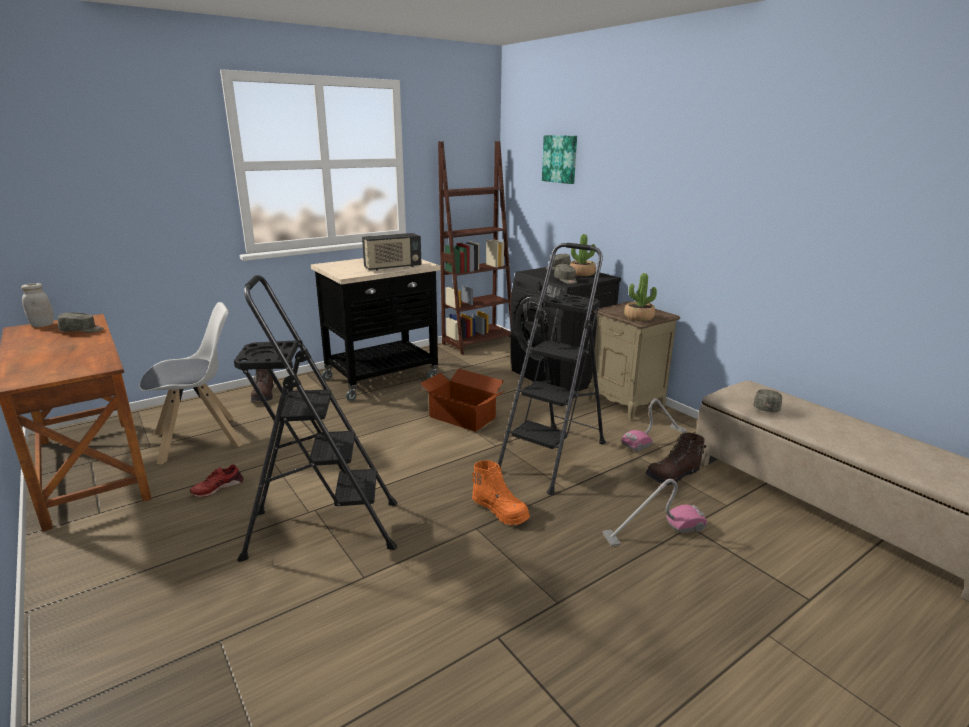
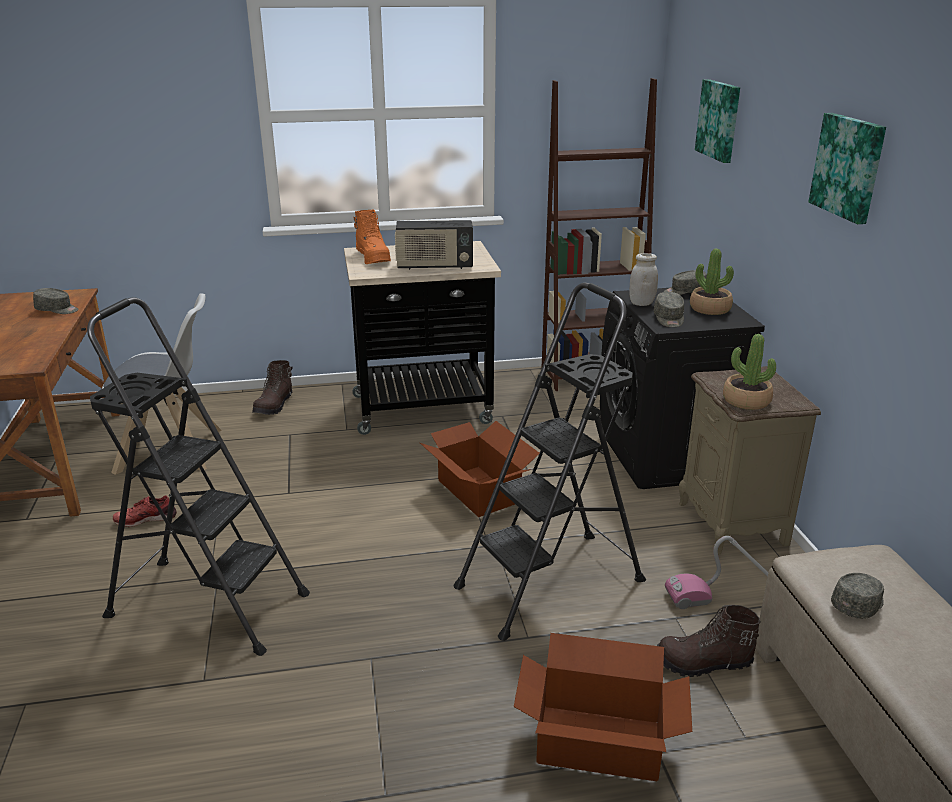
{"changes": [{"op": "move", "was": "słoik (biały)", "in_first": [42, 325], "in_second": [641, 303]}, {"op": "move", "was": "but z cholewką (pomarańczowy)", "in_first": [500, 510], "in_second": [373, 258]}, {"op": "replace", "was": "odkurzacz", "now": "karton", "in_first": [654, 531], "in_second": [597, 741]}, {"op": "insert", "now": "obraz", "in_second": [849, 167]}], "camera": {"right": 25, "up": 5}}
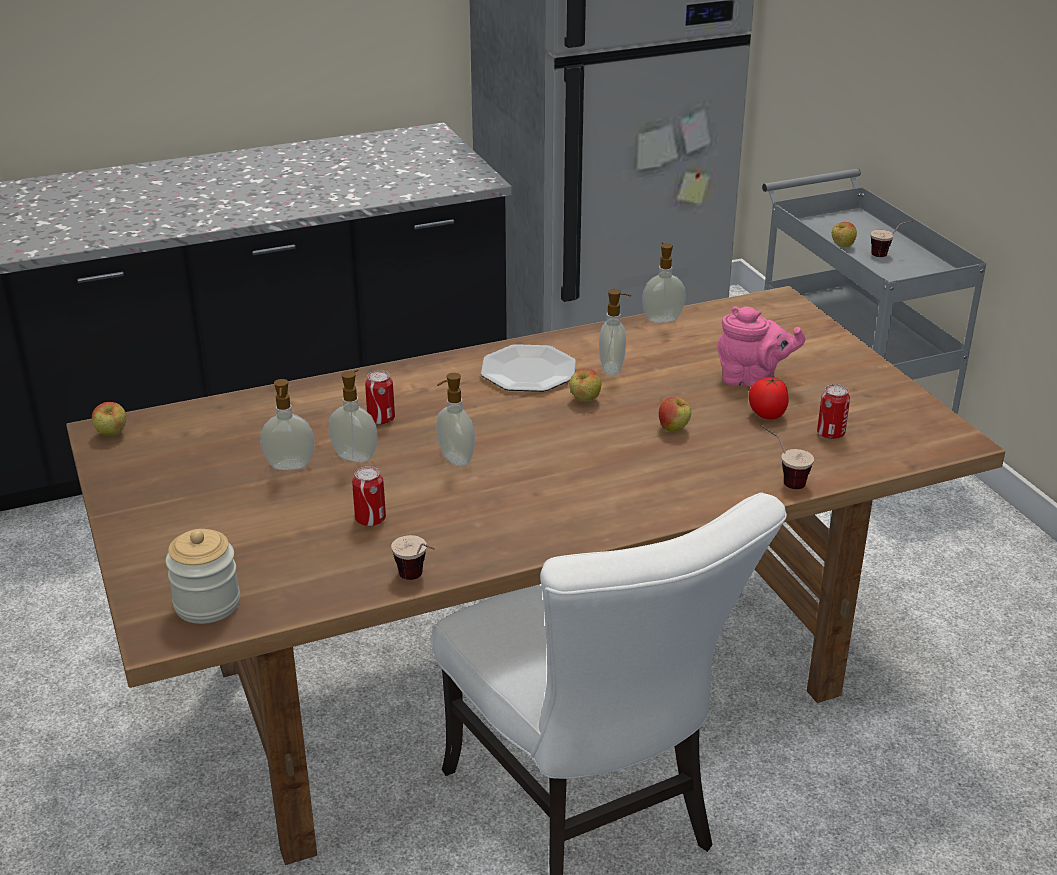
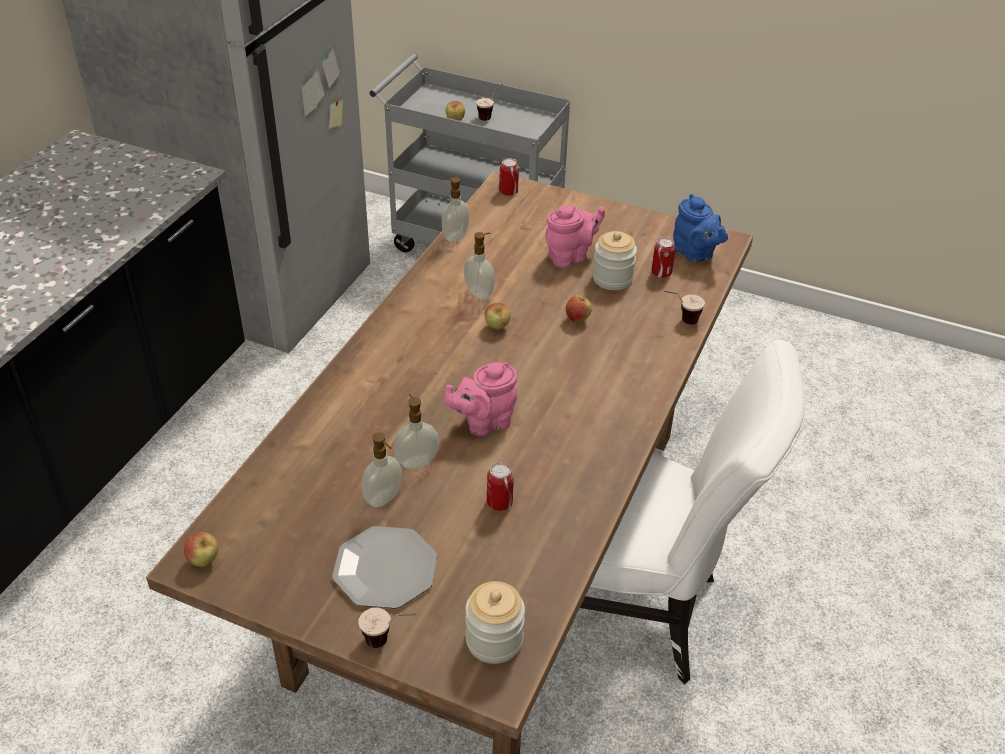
{"changes": [{"op": "move", "was": "puszka", "in_first": [381, 419], "in_second": [508, 192]}, {"op": "move", "was": "filiżanka", "in_first": [418, 580], "in_second": [389, 641]}, {"op": "replace", "was": "dozownik mydła", "now": "imbryk (różowy)", "in_first": [454, 459], "in_second": [484, 422]}, {"op": "move", "was": "talerz", "in_first": [528, 371], "in_second": [385, 569]}, {"op": "replace", "was": "pomidor", "now": "słoik", "in_first": [767, 415], "in_second": [612, 278]}, {"op": "insert", "now": "imbryk (niebieski)", "in_second": [695, 254]}], "camera": {"right": -45, "up": 10}}
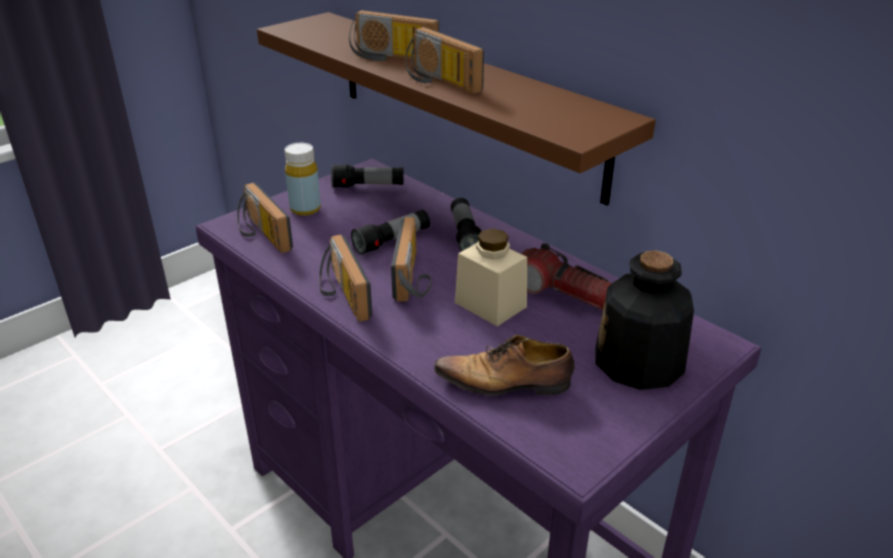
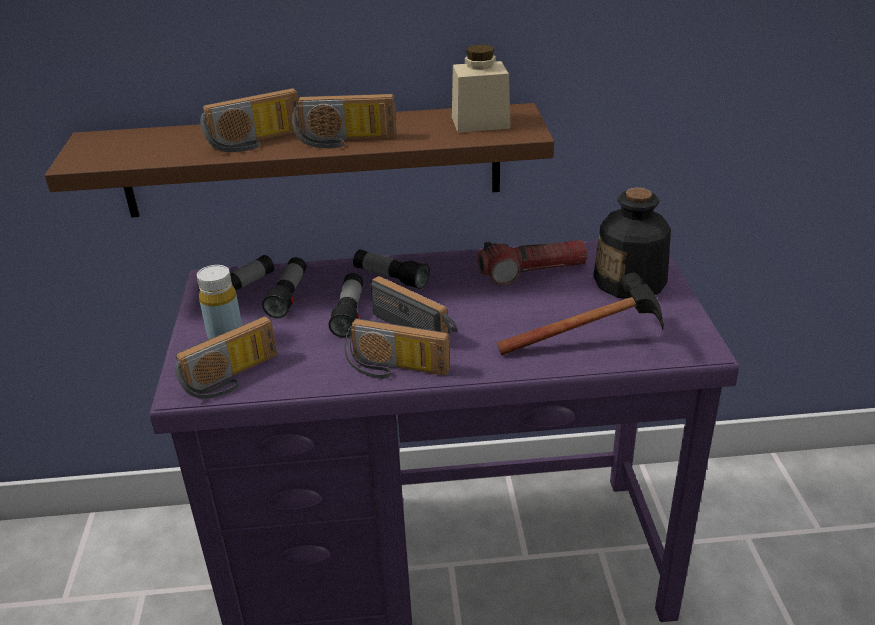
{"changes": [{"op": "rotate", "was": "radio", "in_first": [261, 234], "in_second": [233, 378], "clockwise": -45}, {"op": "replace", "was": "but", "now": "młotek", "in_first": [506, 383], "in_second": [596, 341]}, {"op": "move", "was": "słoik (beżowy)", "in_first": [490, 304], "in_second": [480, 122]}, {"op": "insert", "now": "latarka", "in_second": [288, 296]}], "camera": {"right": -50, "up": 0}}
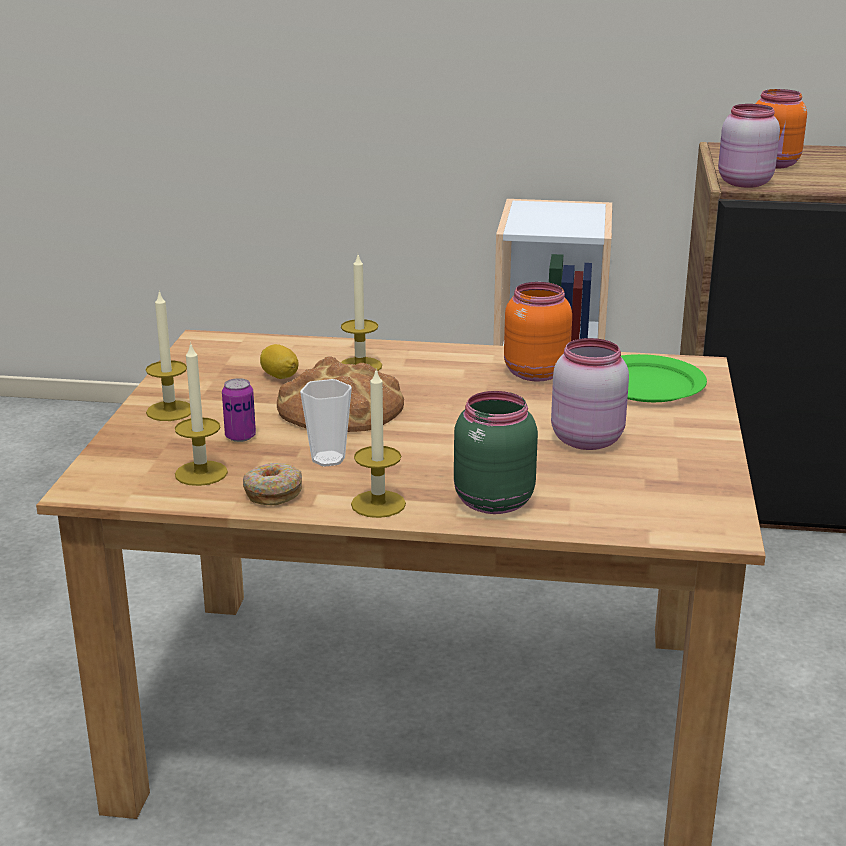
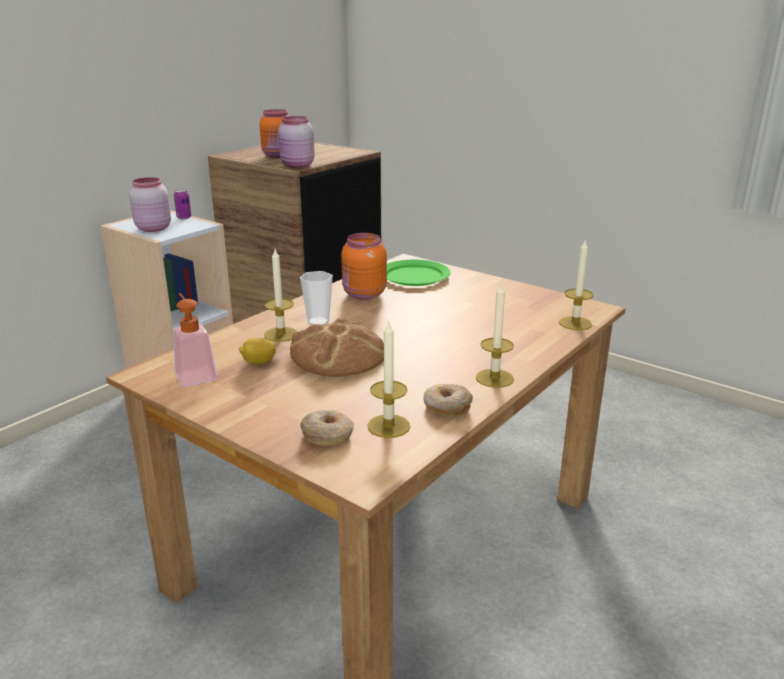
{"changes": [{"op": "move", "was": "świeca", "in_first": [170, 411], "in_second": [575, 323]}, {"op": "move", "was": "puszka", "in_first": [240, 436], "in_second": [184, 217]}, {"op": "move", "was": "filiżanka", "in_first": [328, 459], "in_second": [318, 322]}, {"op": "delete", "was": "słoik (zielony)", "in_first": [491, 502]}, {"op": "move", "was": "słoik (różowy)", "in_first": [586, 439], "in_second": [152, 228]}, {"op": "insert", "now": "dozownik mydła", "in_second": [194, 374]}, {"op": "insert", "now": "donut", "in_second": [328, 435]}], "camera": {"right": -60, "up": 0}}
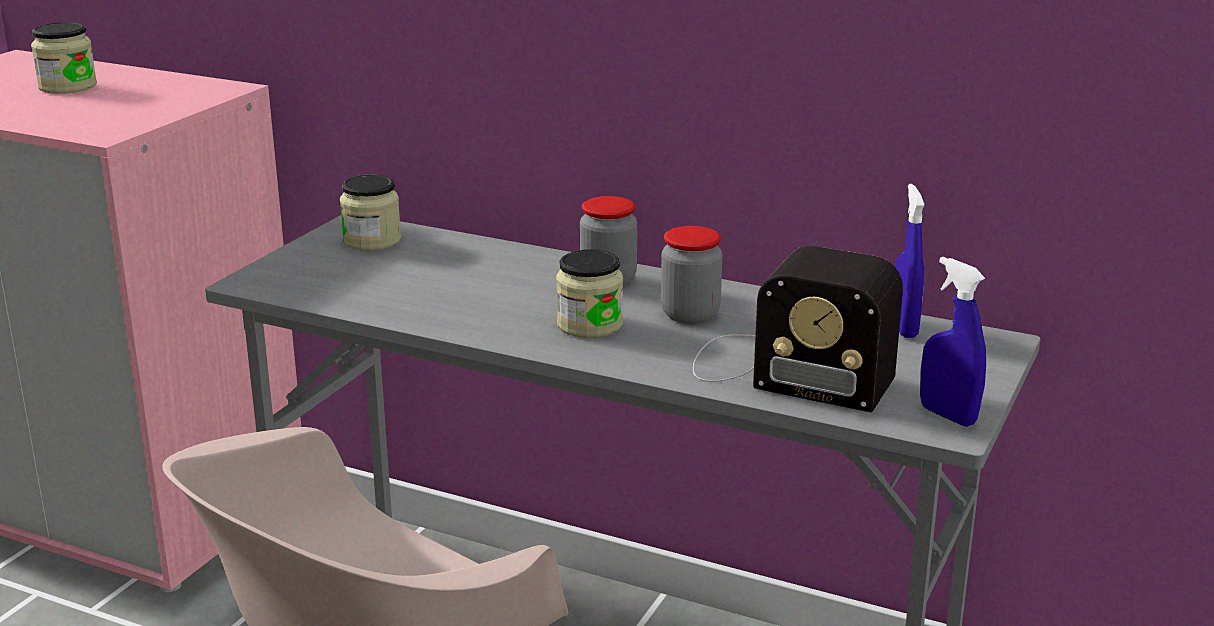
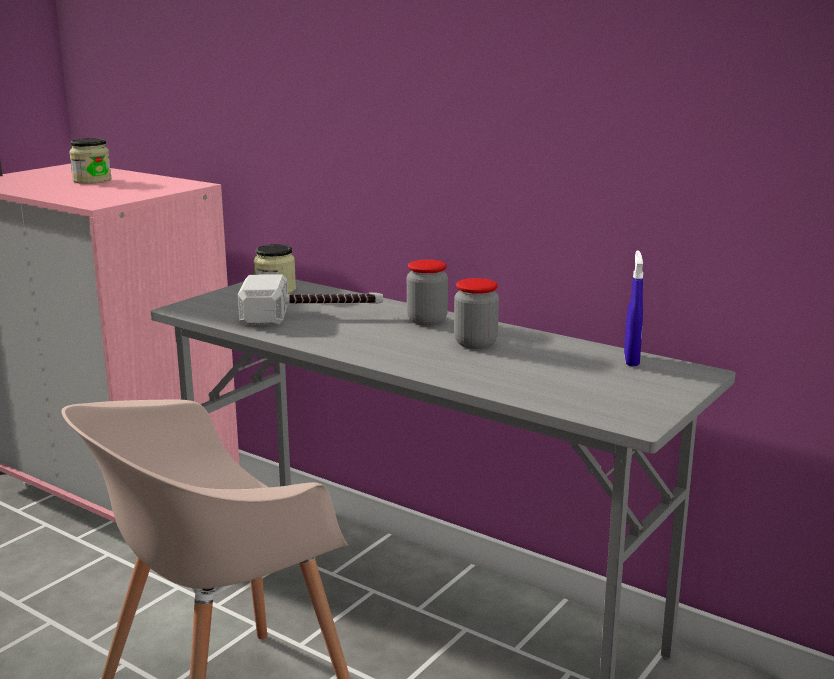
{"changes": [{"op": "delete", "was": "słoik", "in_first": [589, 325]}, {"op": "delete", "was": "radio", "in_first": [784, 370]}, {"op": "delete", "was": "spryskiwacz (niebieski)", "in_first": [947, 415]}, {"op": "insert", "now": "młotek", "in_second": [312, 315]}], "camera": {"right": 10, "up": -5}}
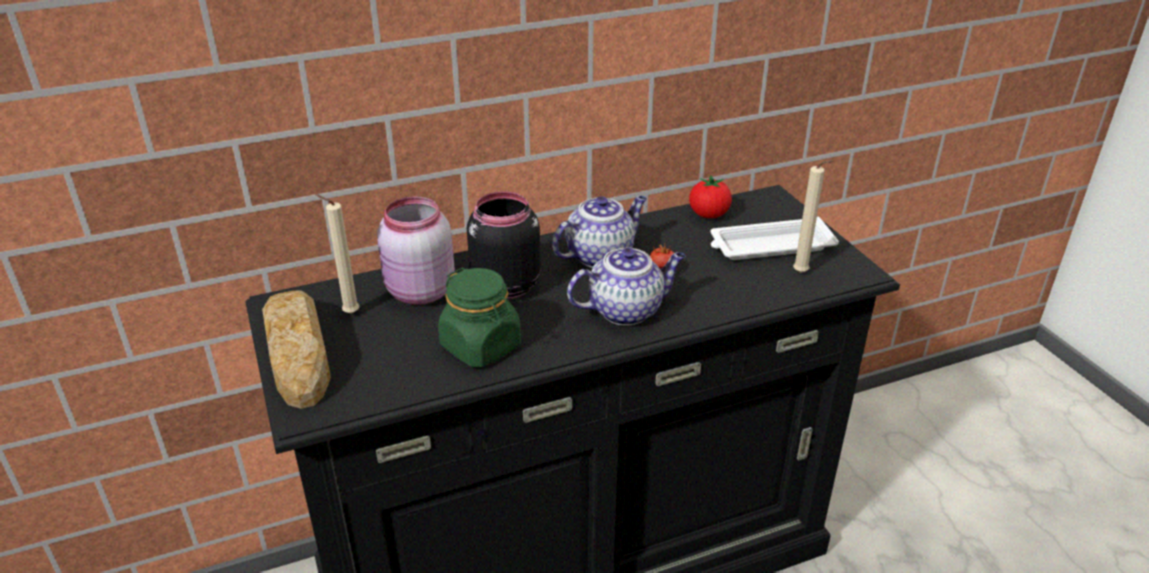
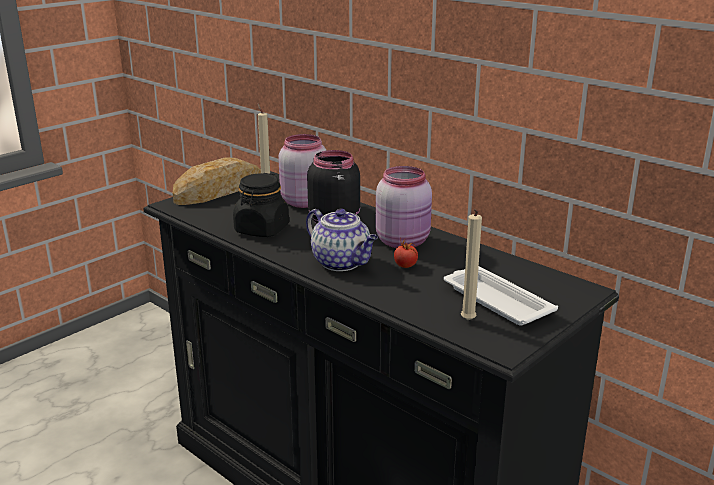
{"changes": [{"op": "recolor", "was": "słoik (zielony)", "now": "słoik (czarny)", "in_first": [481, 346], "in_second": [261, 230]}, {"op": "replace", "was": "imbryk", "now": "słoik (różowy)", "in_first": [600, 255], "in_second": [404, 241]}, {"op": "delete", "was": "pomidor", "in_first": [708, 215]}], "camera": {"right": 65, "up": -10}}
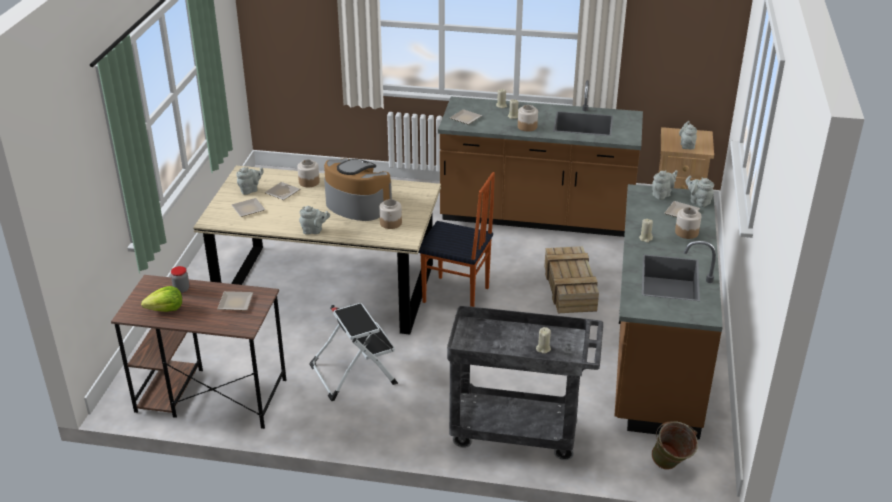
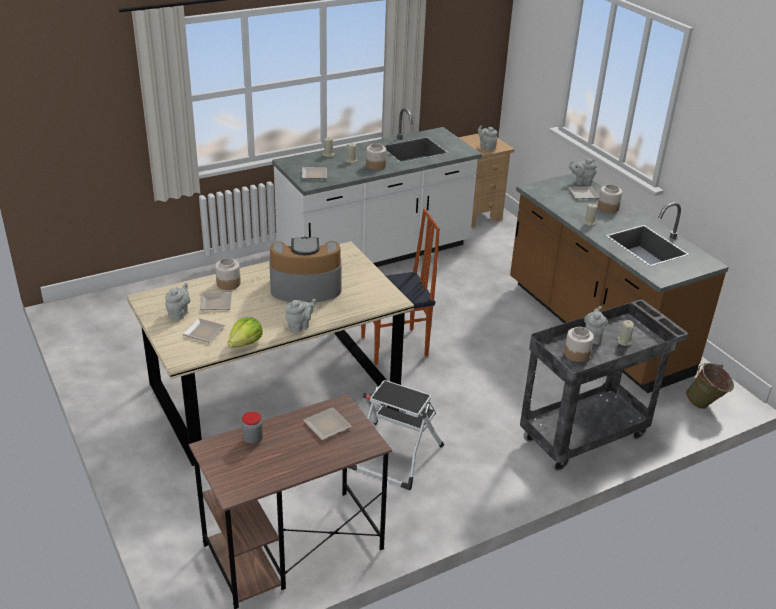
{"changes": [{"op": "move", "was": "sałata", "in_first": [166, 309], "in_second": [245, 343]}, {"op": "move", "was": "słoik", "in_first": [391, 223], "in_second": [577, 354]}, {"op": "recolor", "was": "zabudowa kuchenna (brązowy)", "now": "zabudowa kuchenna (biały)", "in_first": [536, 217], "in_second": [375, 255]}, {"op": "delete", "was": "skrzynka", "in_first": [570, 289]}, {"op": "move", "was": "imbryk (szary)", "in_first": [662, 194], "in_second": [592, 337]}], "camera": {"right": -40, "up": 0}}
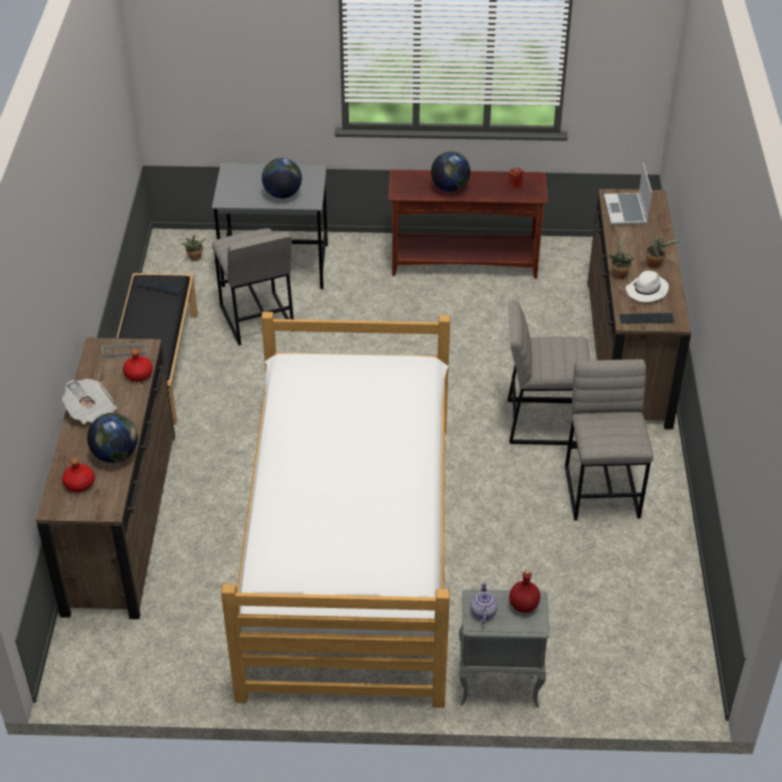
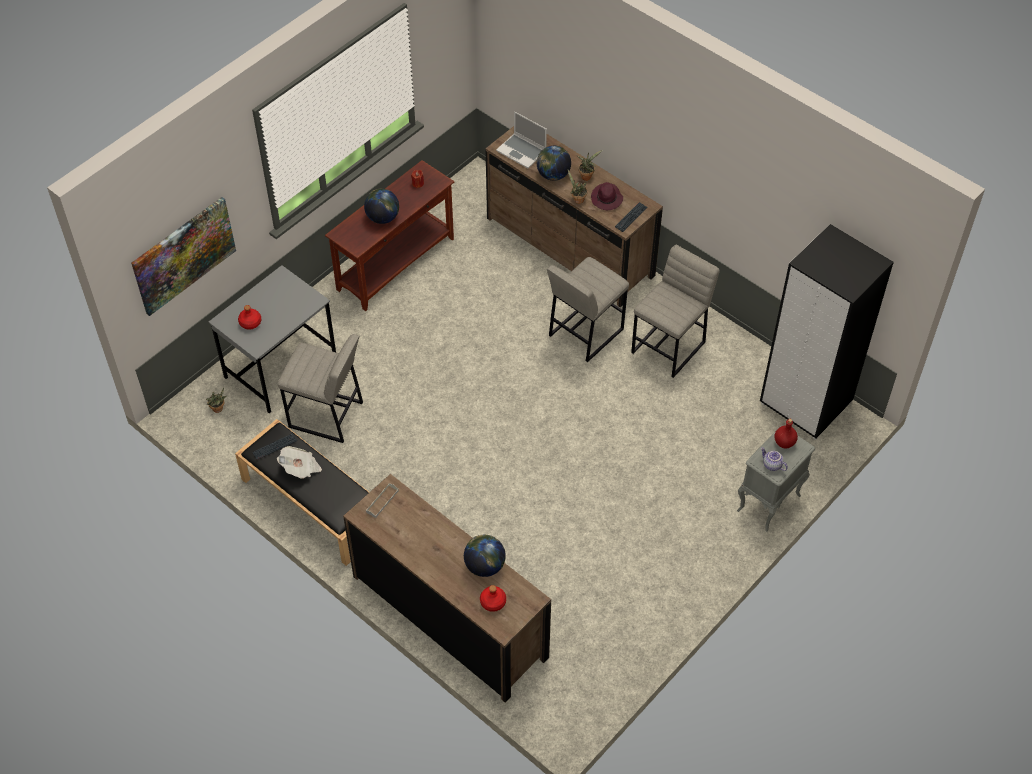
{"changes": [{"op": "move", "was": "gazeta", "in_first": [92, 414], "in_second": [301, 468]}, {"op": "move", "was": "butelka (czerwony)", "in_first": [138, 374], "in_second": [250, 323]}, {"op": "delete", "was": "łóżko", "in_first": [348, 552]}, {"op": "move", "was": "globus", "in_first": [282, 194], "in_second": [553, 175]}, {"op": "rotate", "was": "krzesło (szary)", "in_first": [601, 490], "in_second": [669, 346], "clockwise": 90}, {"op": "recolor", "was": "kapelusz (biały)", "now": "kapelusz (fioletowy)", "in_first": [646, 291], "in_second": [607, 199]}, {"op": "insert", "now": "obraz", "in_second": [184, 255]}, {"op": "insert", "now": "szafa", "in_second": [806, 404]}], "camera": {"right": -50, "up": 10}}
